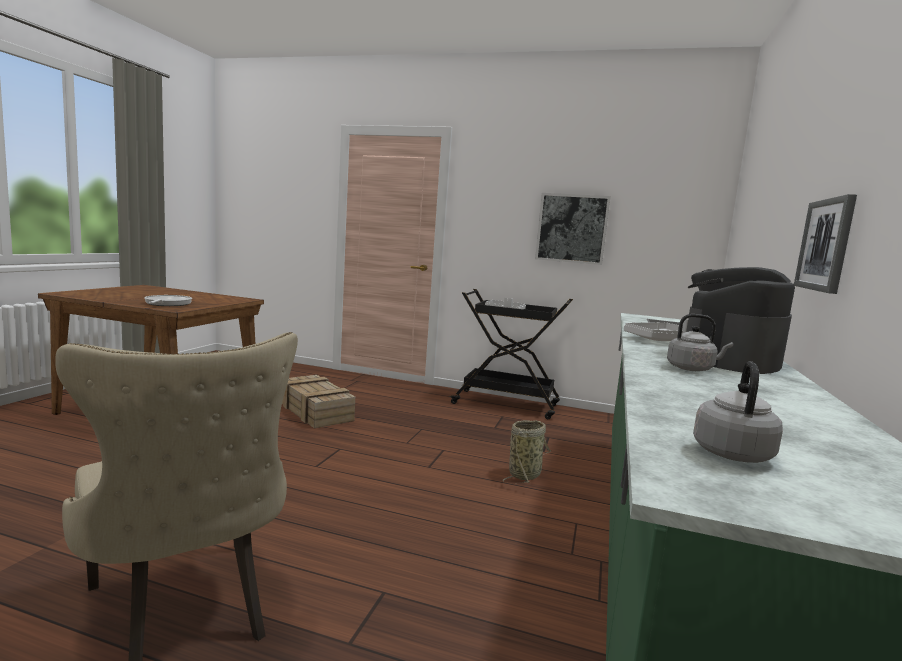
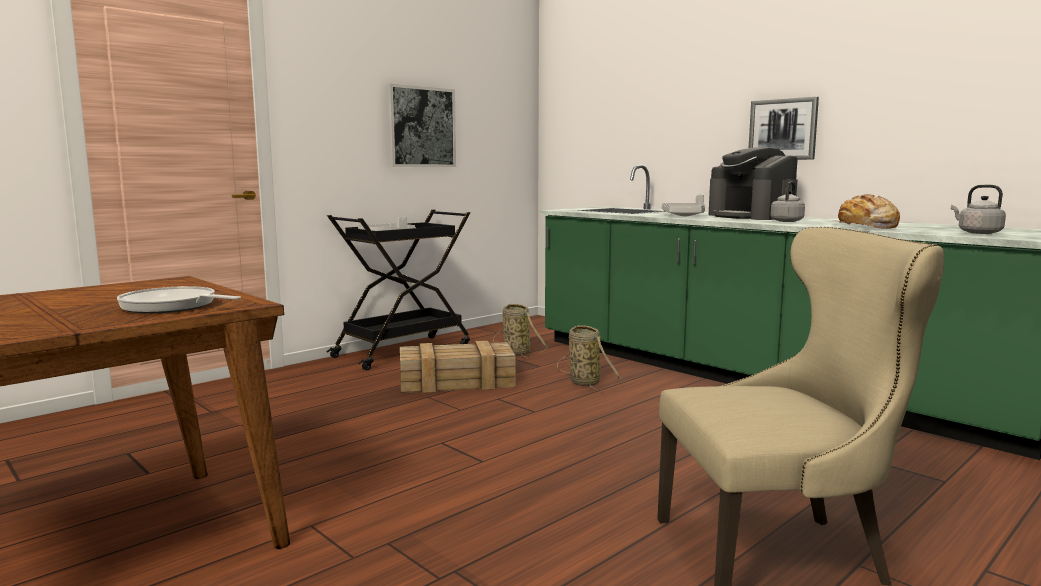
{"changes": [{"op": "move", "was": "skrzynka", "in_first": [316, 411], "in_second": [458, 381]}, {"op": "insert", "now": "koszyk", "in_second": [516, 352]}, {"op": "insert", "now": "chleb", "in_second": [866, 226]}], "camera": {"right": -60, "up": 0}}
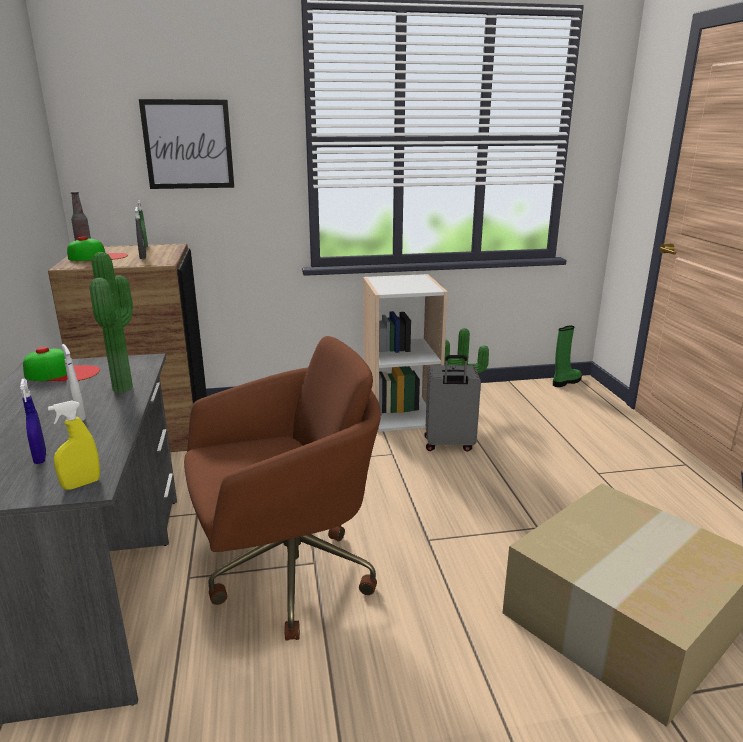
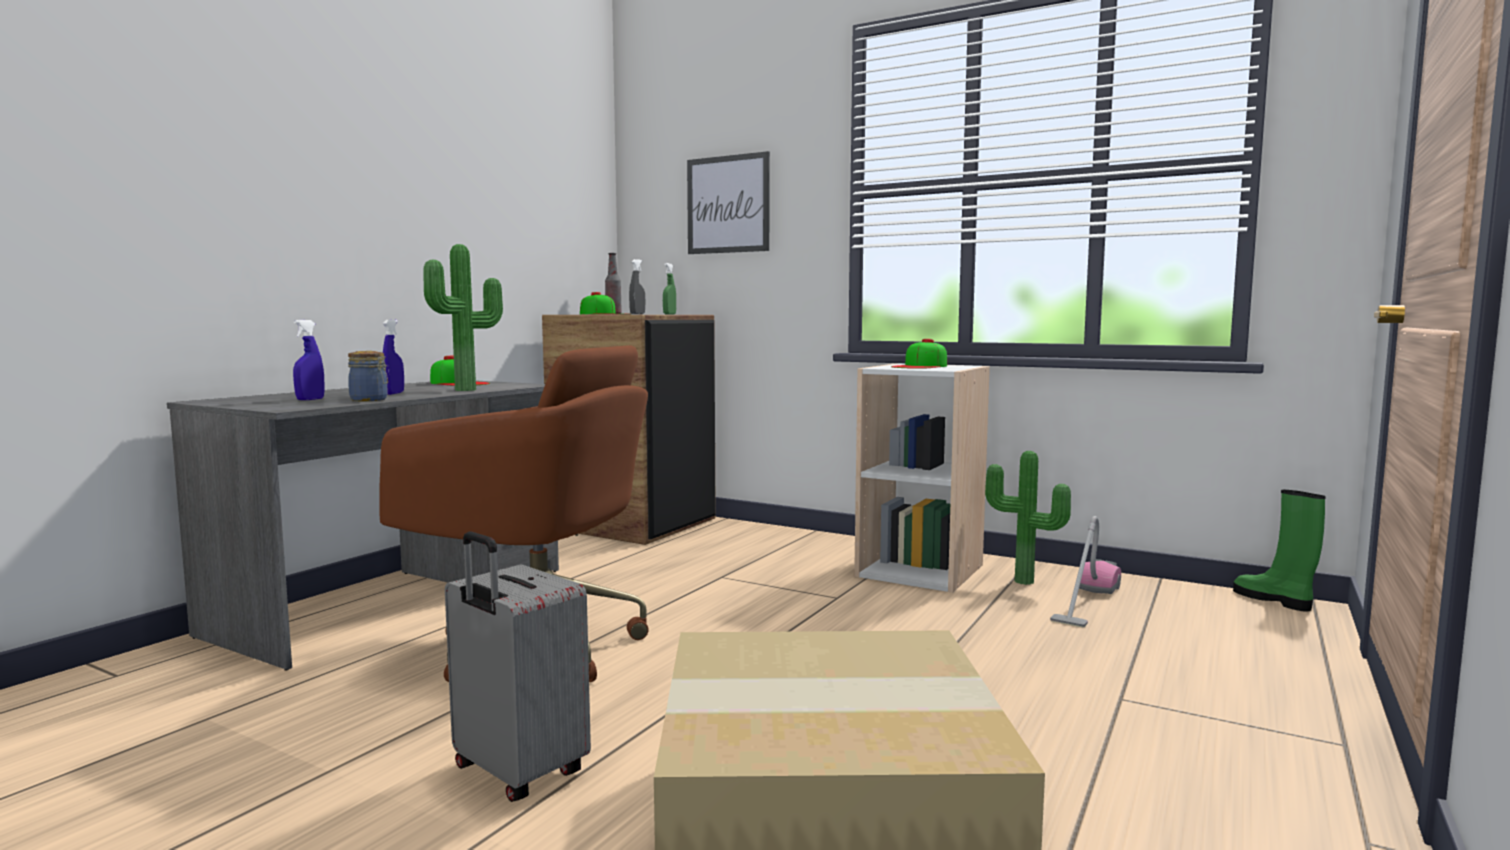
{"changes": [{"op": "delete", "was": "spryskiwacz (żółty)", "in_first": [81, 484]}, {"op": "recolor", "was": "spryskiwacz (biały)", "now": "spryskiwacz (niebieski)", "in_first": [79, 416], "in_second": [393, 393]}, {"op": "move", "was": "walizka (szary)", "in_first": [449, 445], "in_second": [517, 773]}, {"op": "rotate", "was": "but z cholewką (zielony)", "in_first": [566, 382], "in_second": [1274, 600], "clockwise": -120}, {"op": "insert", "now": "słoik", "in_second": [370, 400]}, {"op": "insert", "now": "czapka z daszkiem", "in_second": [920, 366]}, {"op": "insert", "now": "odkurzacz", "in_second": [1086, 602]}], "camera": {"right": 40, "up": -15}}
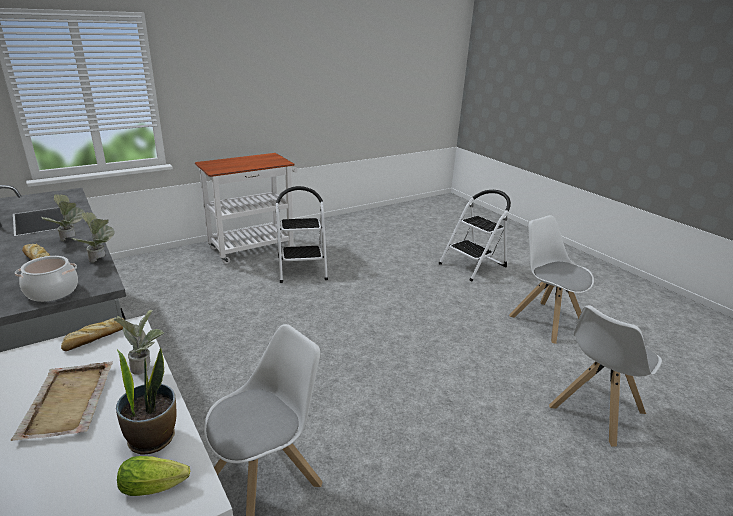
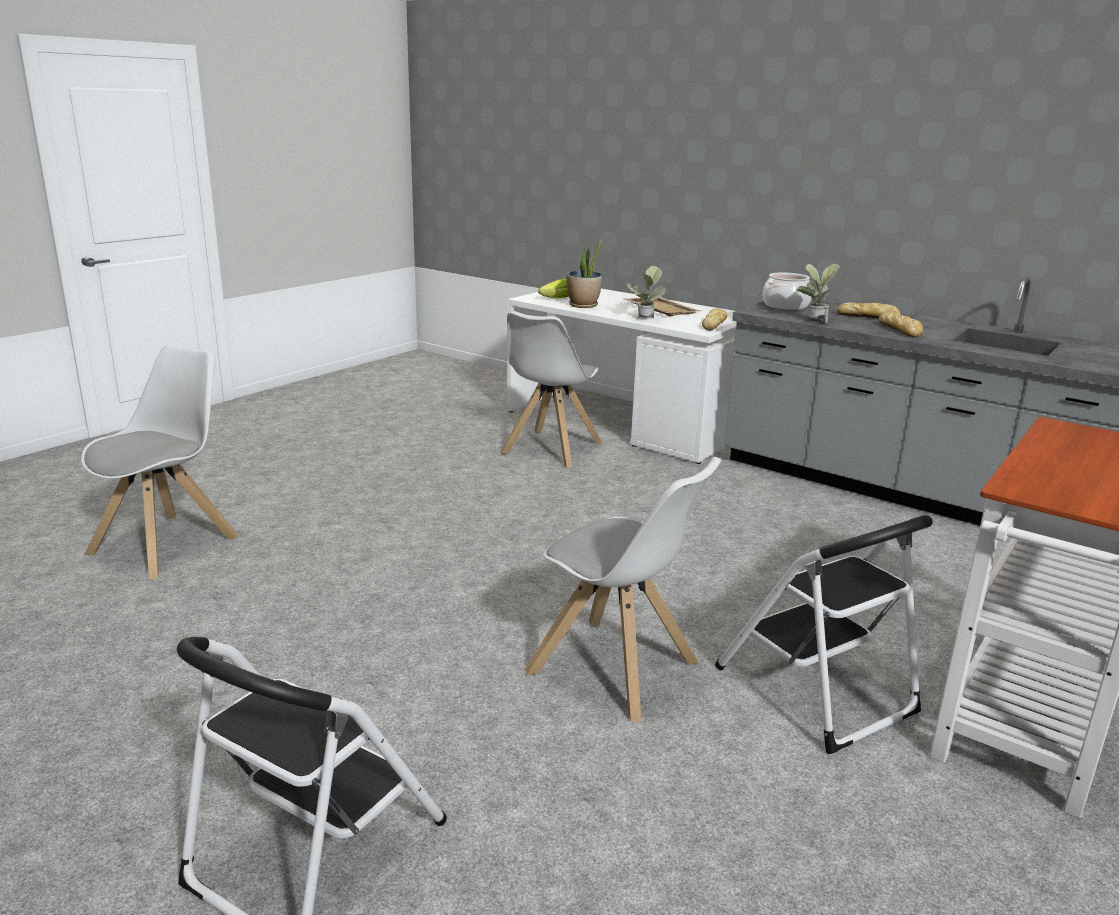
{"changes": [{"op": "replace", "was": "roślina doniczkowa", "now": "chleb", "in_first": [70, 240], "in_second": [900, 330]}, {"op": "move", "was": "krzesło", "in_first": [545, 320], "in_second": [617, 669]}], "camera": {"right": 160, "up": -5}}
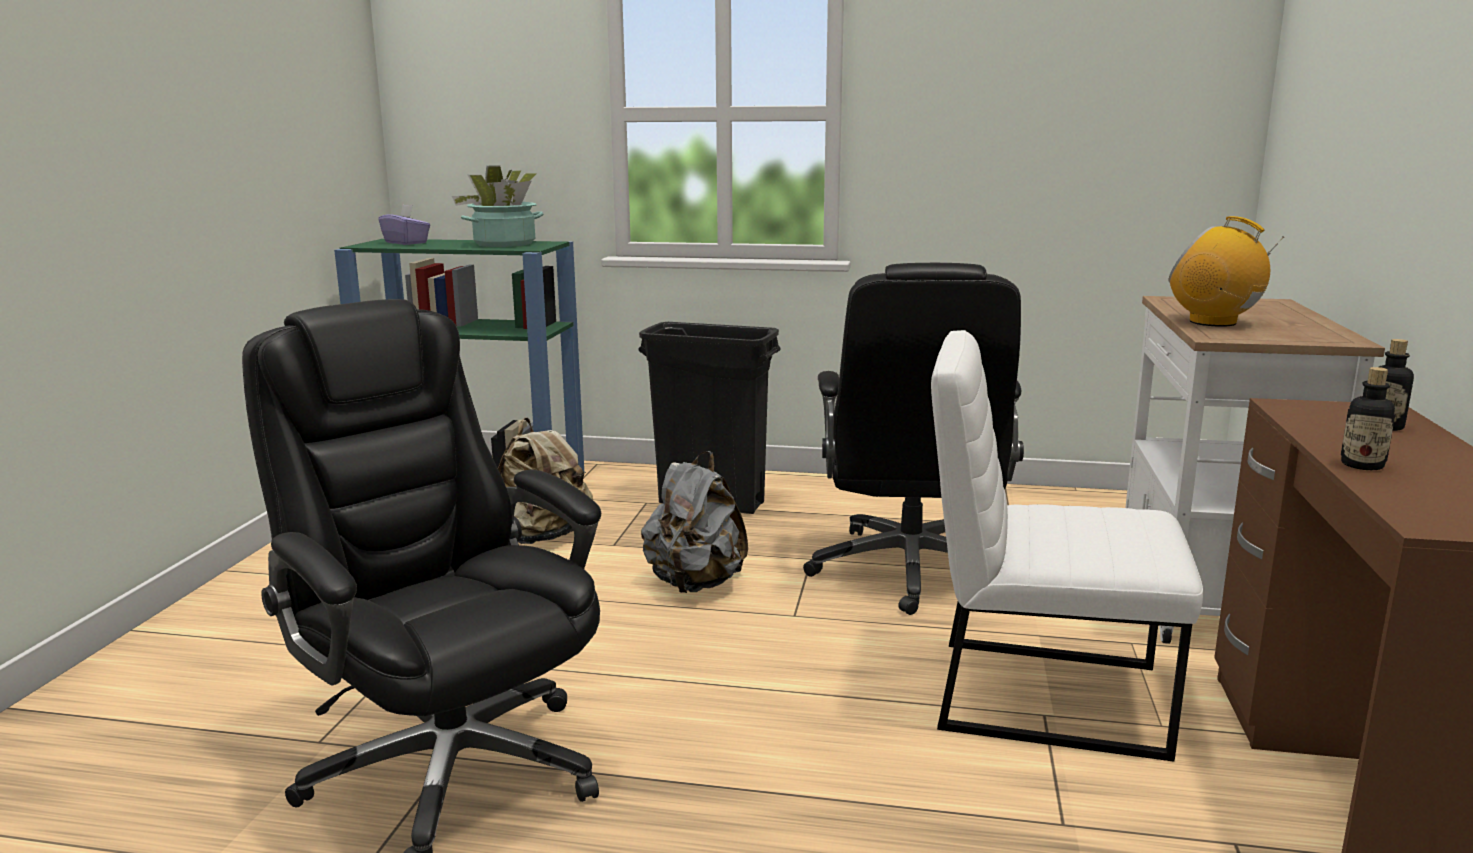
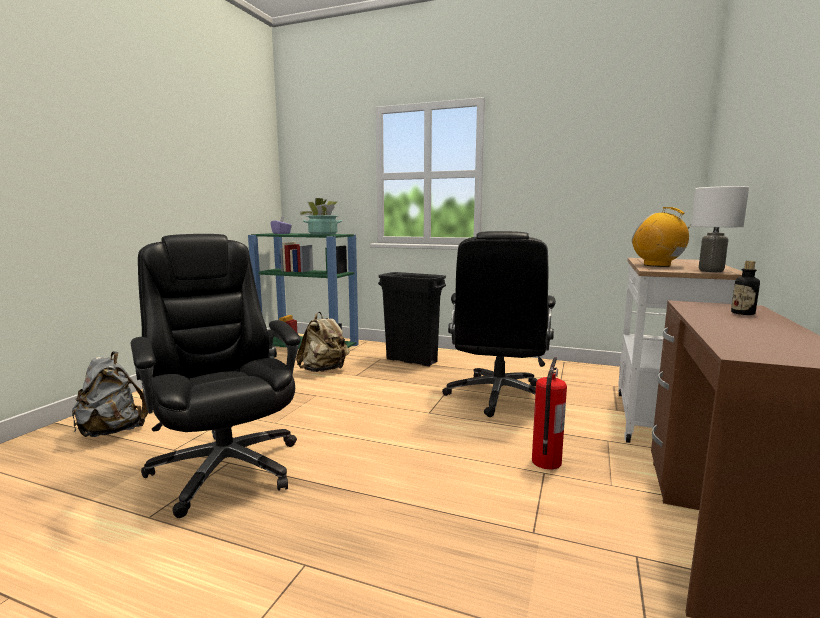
{"changes": [{"op": "move", "was": "plecak (szary)", "in_first": [695, 584], "in_second": [112, 431]}, {"op": "replace", "was": "krzesło (biały)", "now": "gaśnica", "in_first": [1041, 694], "in_second": [546, 462]}, {"op": "delete", "was": "butelka", "in_first": [1362, 465]}, {"op": "insert", "now": "lampa stołowa (biały)", "in_second": [711, 271]}], "camera": {"right": 10, "up": -5}}
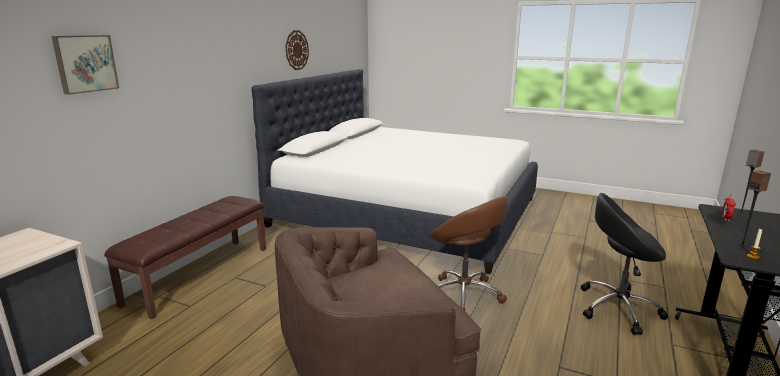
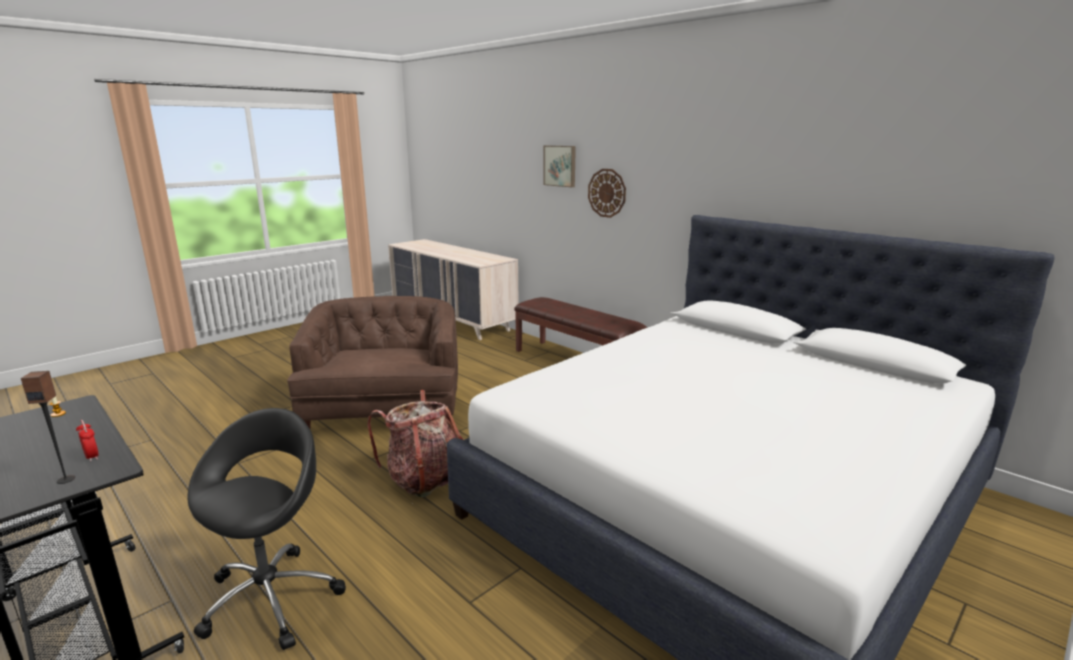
{"changes": [{"op": "move", "was": "zegar ścienny", "in_first": [296, 50], "in_second": [607, 193]}, {"op": "replace", "was": "krzesło biurowe (brązowy)", "now": "plecak", "in_first": [464, 296], "in_second": [425, 478]}, {"op": "delete", "was": "głośnik", "in_first": [742, 245]}], "camera": {"right": 110, "up": 0}}
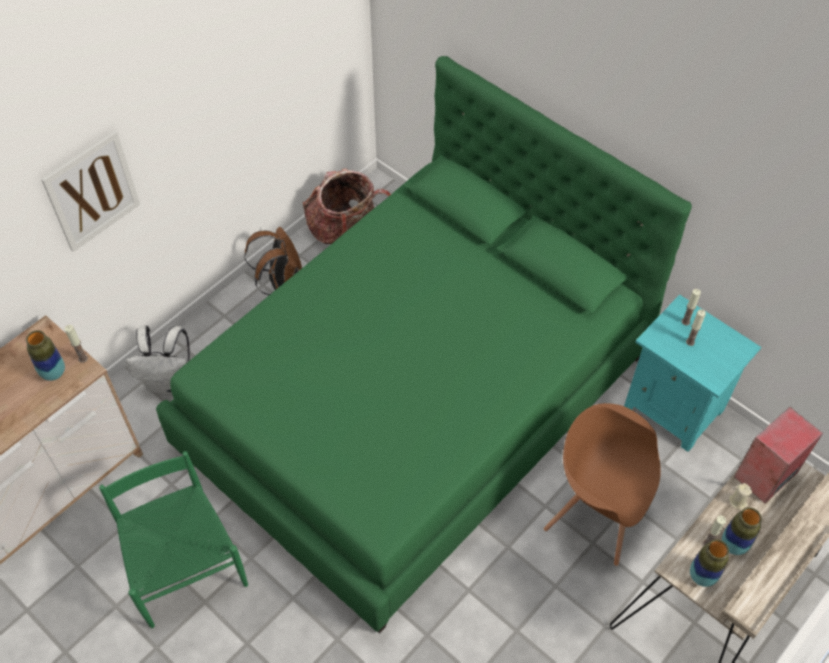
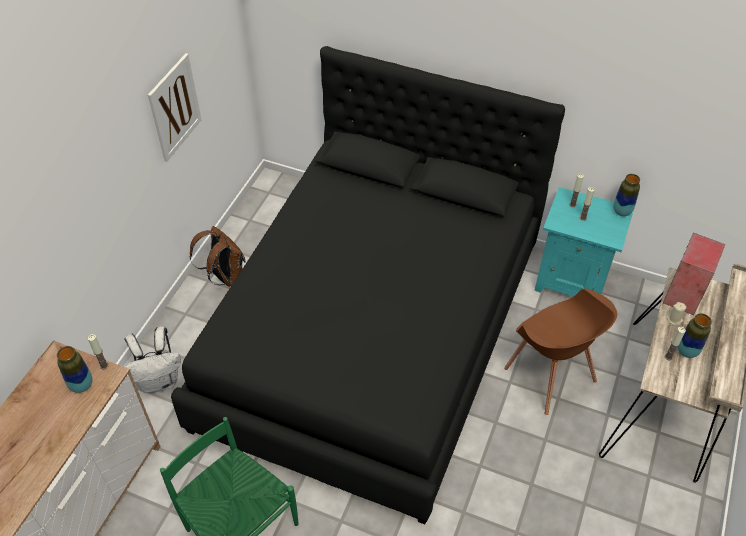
{"changes": [{"op": "move", "was": "obraz", "in_first": [92, 191], "in_second": [174, 107]}, {"op": "recolor", "was": "łóżko (zielony)", "now": "łóżko (czarny)", "in_first": [416, 400], "in_second": [373, 333]}, {"op": "delete", "was": "plecak", "in_first": [345, 231]}, {"op": "rotate", "was": "krzesło (brązowy)", "in_first": [595, 514], "in_second": [550, 376], "clockwise": -135}, {"op": "move", "was": "wazon", "in_first": [702, 576], "in_second": [622, 211]}], "camera": {"right": -20, "up": -5}}
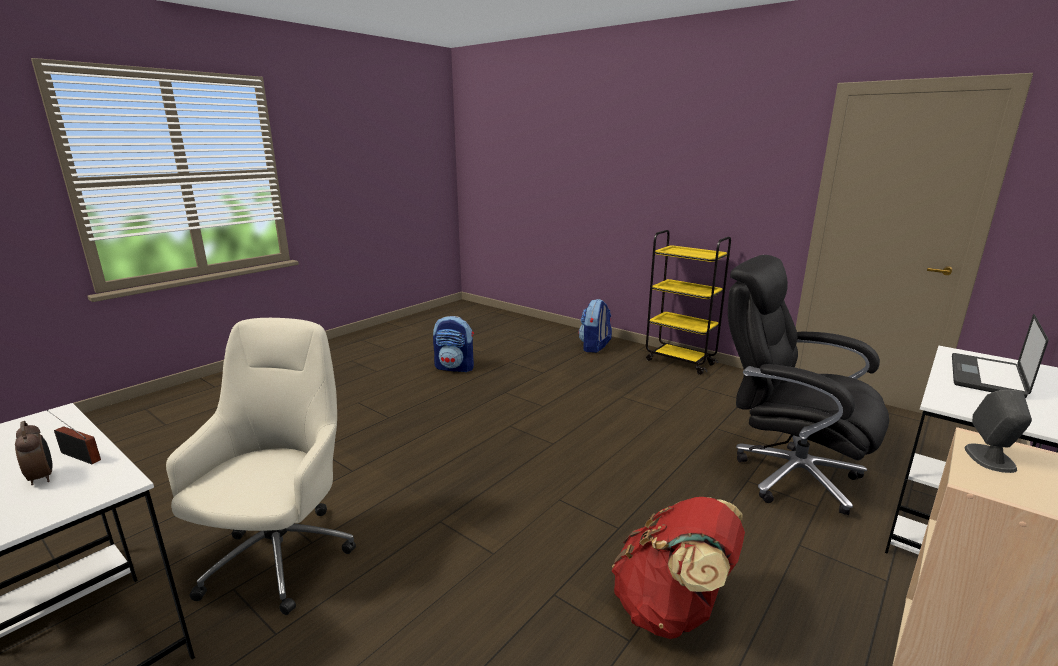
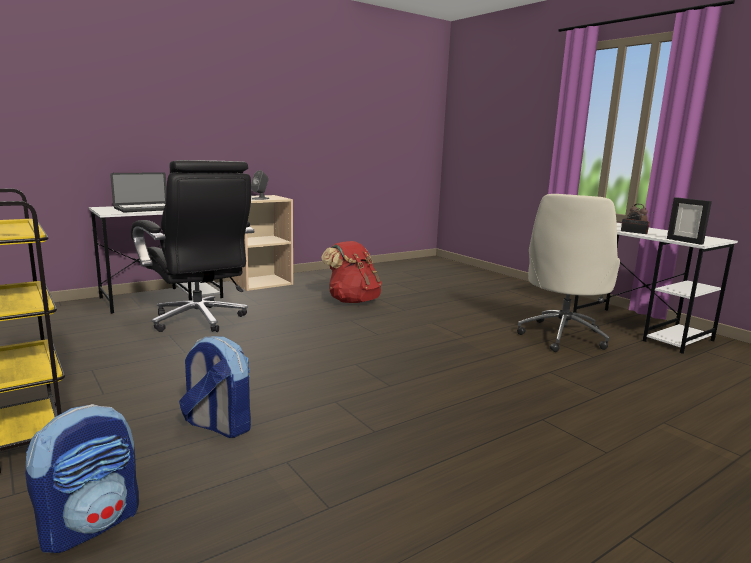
{"changes": [{"op": "move", "was": "plecak", "in_first": [455, 368], "in_second": [218, 426]}, {"op": "insert", "now": "ramka na zdjęcie", "in_second": [685, 241]}], "camera": {"right": -165, "up": -5}}
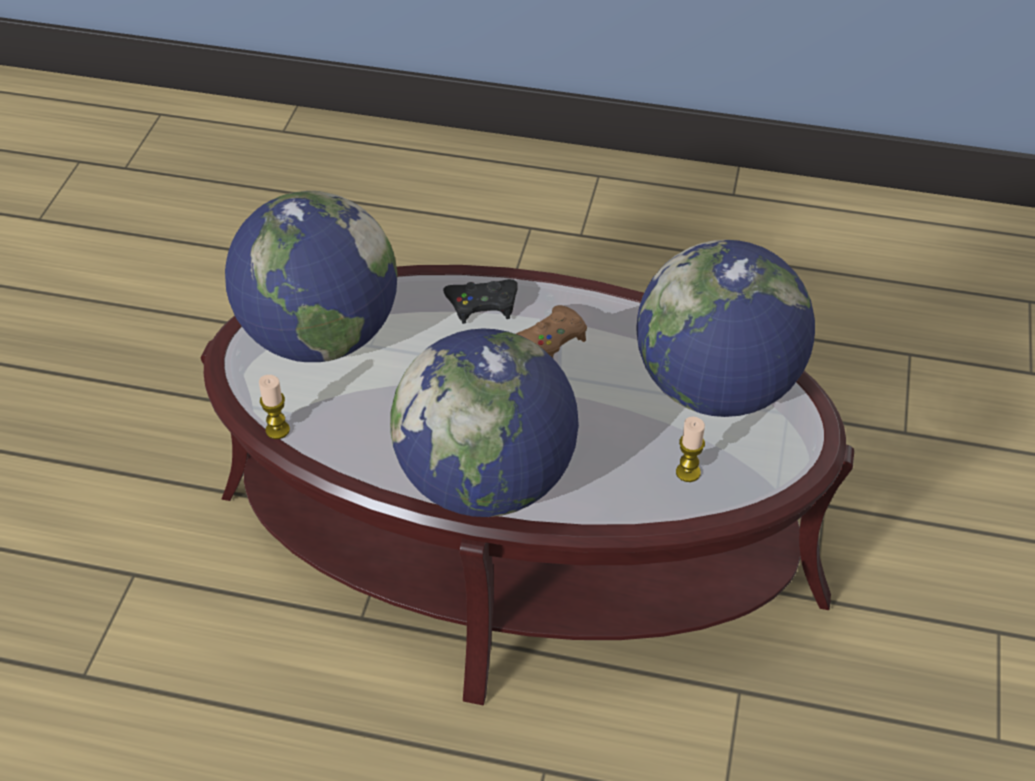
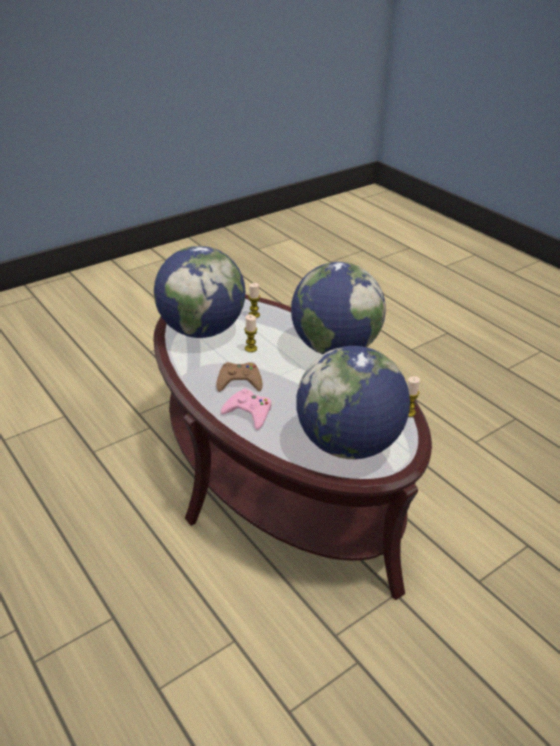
{"changes": [{"op": "recolor", "was": "pad do gier (czarny)", "now": "pad do gier (różowy)", "in_first": [482, 304], "in_second": [248, 412]}, {"op": "insert", "now": "świeca", "in_second": [251, 348]}], "camera": {"right": -140, "up": -10}}
